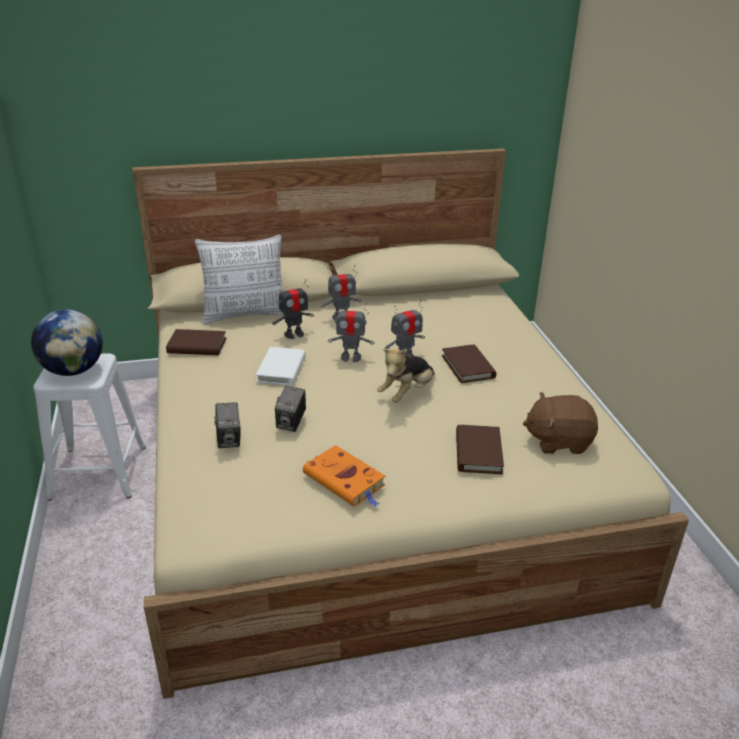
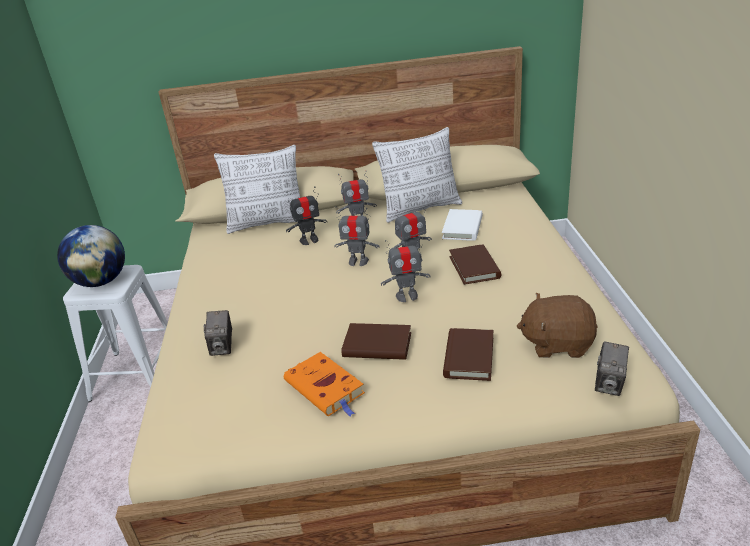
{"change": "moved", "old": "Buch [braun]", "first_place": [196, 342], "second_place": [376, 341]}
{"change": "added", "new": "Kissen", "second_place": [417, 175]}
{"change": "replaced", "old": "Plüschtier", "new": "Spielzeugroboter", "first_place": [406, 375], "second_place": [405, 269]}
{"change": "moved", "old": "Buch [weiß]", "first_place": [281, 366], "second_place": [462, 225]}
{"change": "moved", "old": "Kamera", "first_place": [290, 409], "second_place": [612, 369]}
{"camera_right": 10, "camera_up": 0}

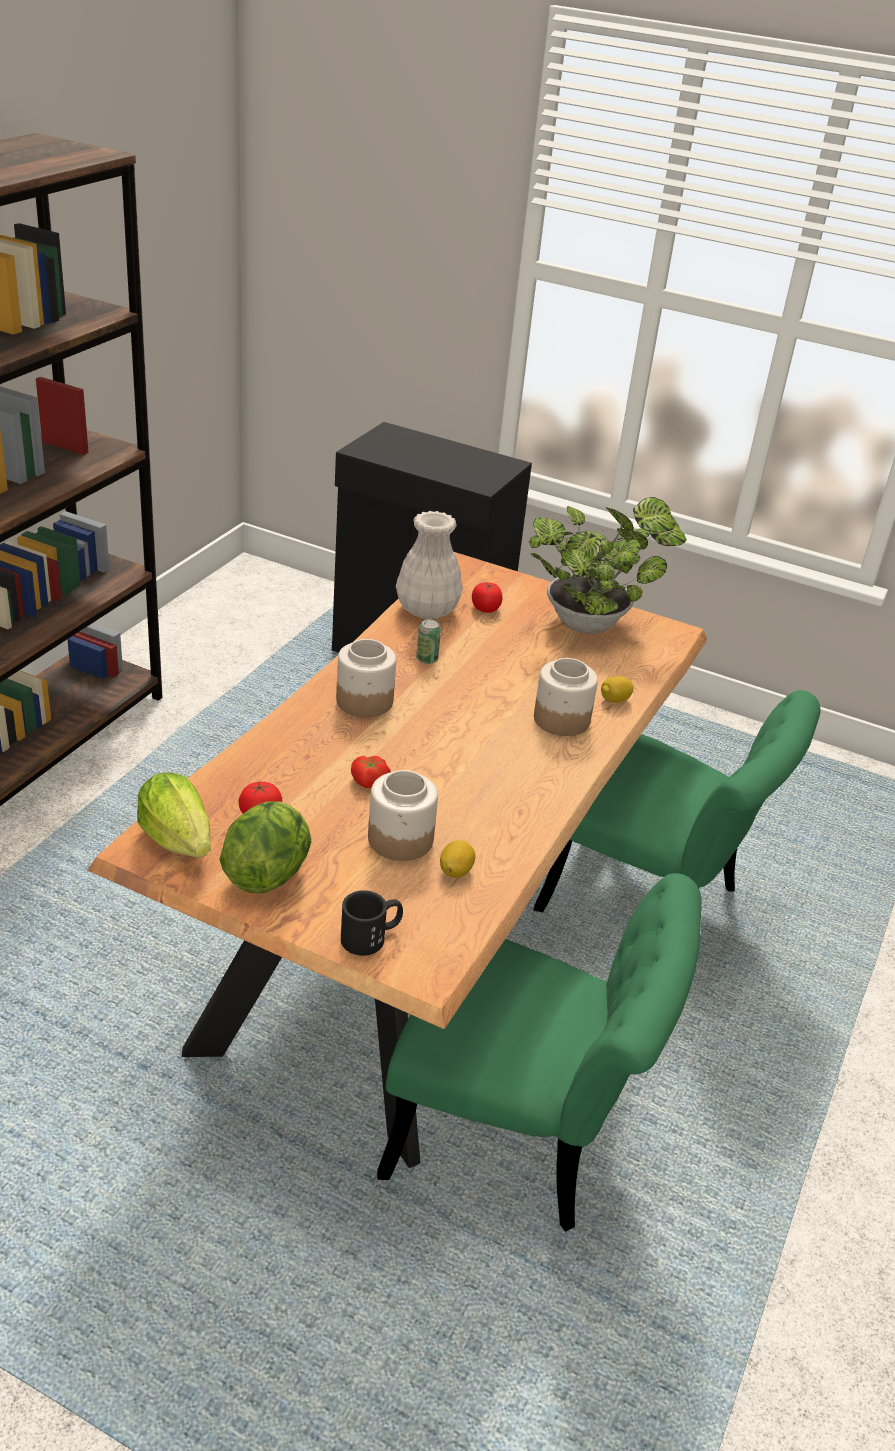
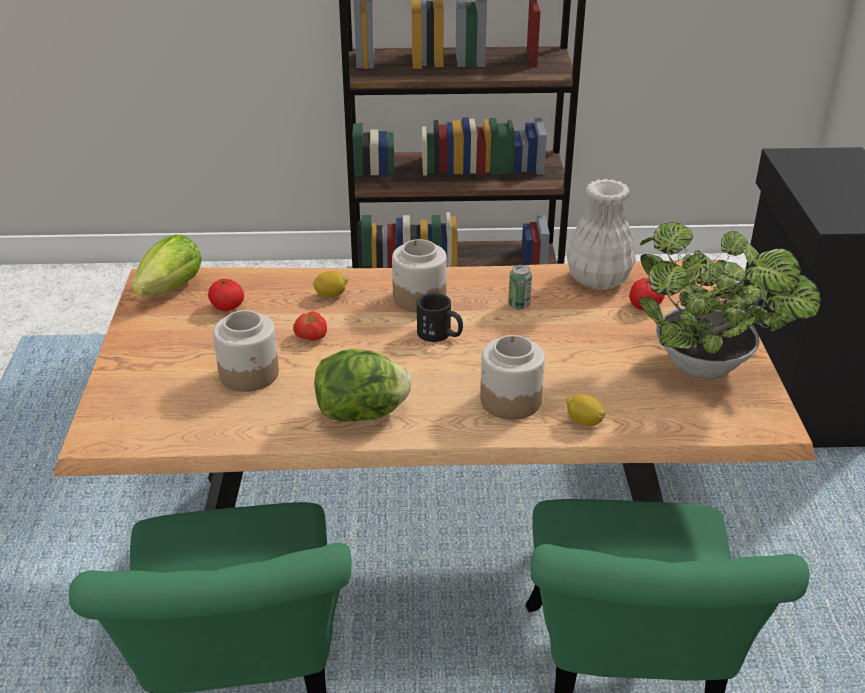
{"change": "moved", "old": "Zitrone", "first_place": [457, 859], "second_place": [330, 284]}
{"change": "moved", "old": "Salatkopf", "first_place": [265, 847], "second_place": [362, 385]}
{"change": "moved", "old": "Henkelbecher [schwarz]", "first_place": [372, 923], "second_place": [440, 317]}
{"camera_right": 65, "camera_up": 0}

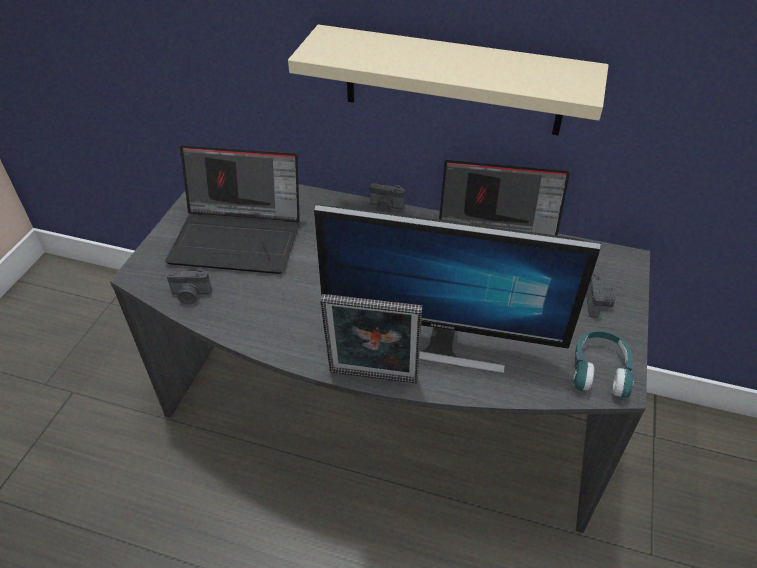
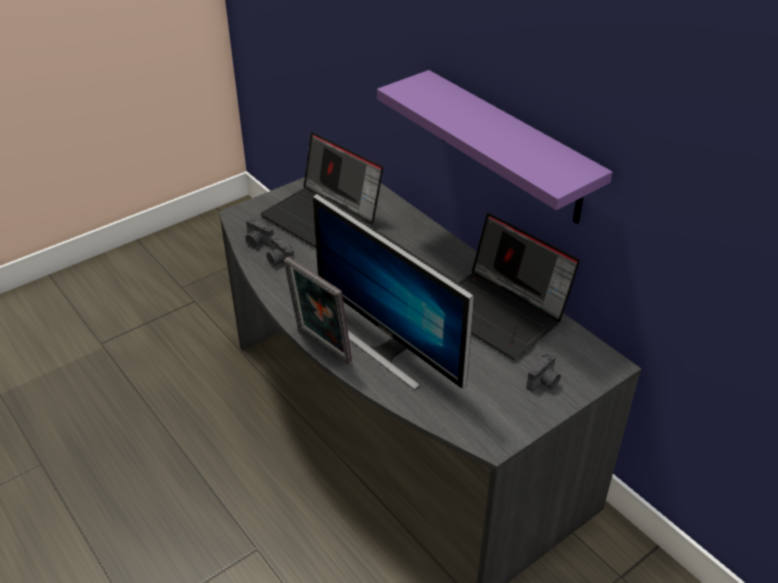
{"change": "moved", "old": "Kamera", "first_place": [387, 198], "second_place": [280, 250]}
{"change": "recoloured", "old": "Wandregal [beige]", "new": "Wandregal [lila]", "first_place": [448, 79], "second_place": [495, 147]}
{"change": "removed", "old": "Kopfhörer [türkis]", "first_place": [603, 365]}
{"camera_right": 35, "camera_up": -5}

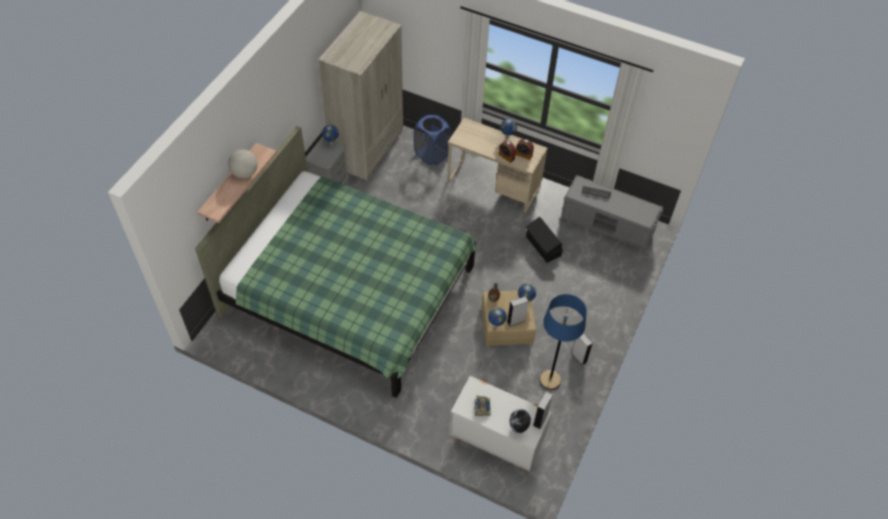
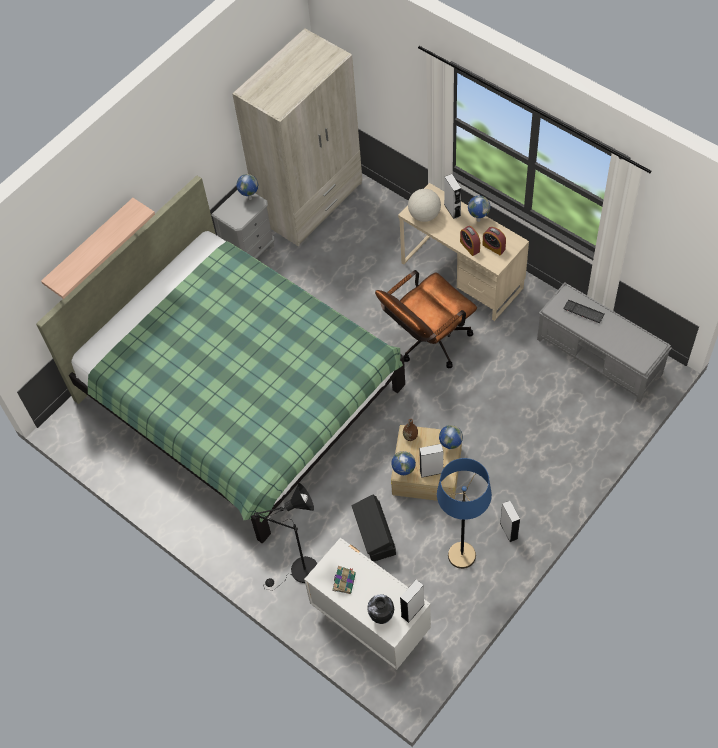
{"change": "added", "new": "Stehlampe [schwarz]", "second_place": [285, 536]}
{"change": "moved", "old": "Aufbewahrungsbox [schwarz]", "first_place": [544, 240], "second_place": [373, 528]}
{"change": "added", "new": "Bürostuhl [braun]", "second_place": [426, 319]}
{"change": "moved", "old": "Globus", "first_place": [243, 163], "second_place": [424, 205]}
{"change": "added", "new": "Lautsprecher [grau]", "second_place": [452, 196]}
{"change": "removed", "old": "Wäschekorb [blau]", "first_place": [432, 139]}
{"camera_right": 20, "camera_up": 5}

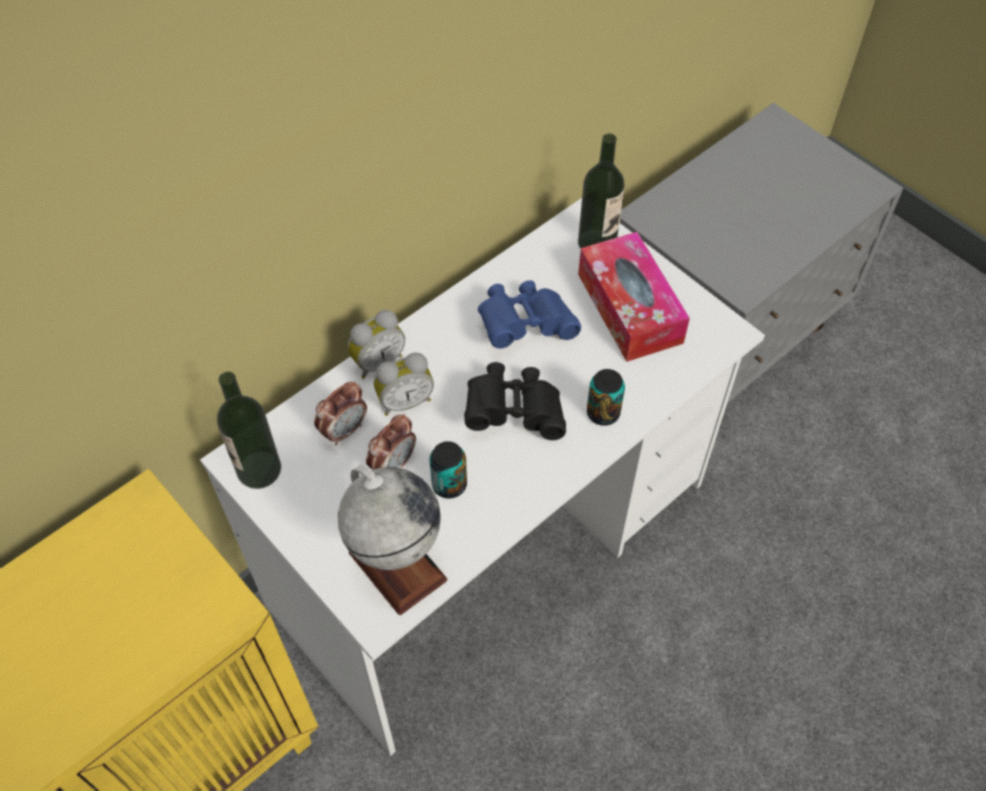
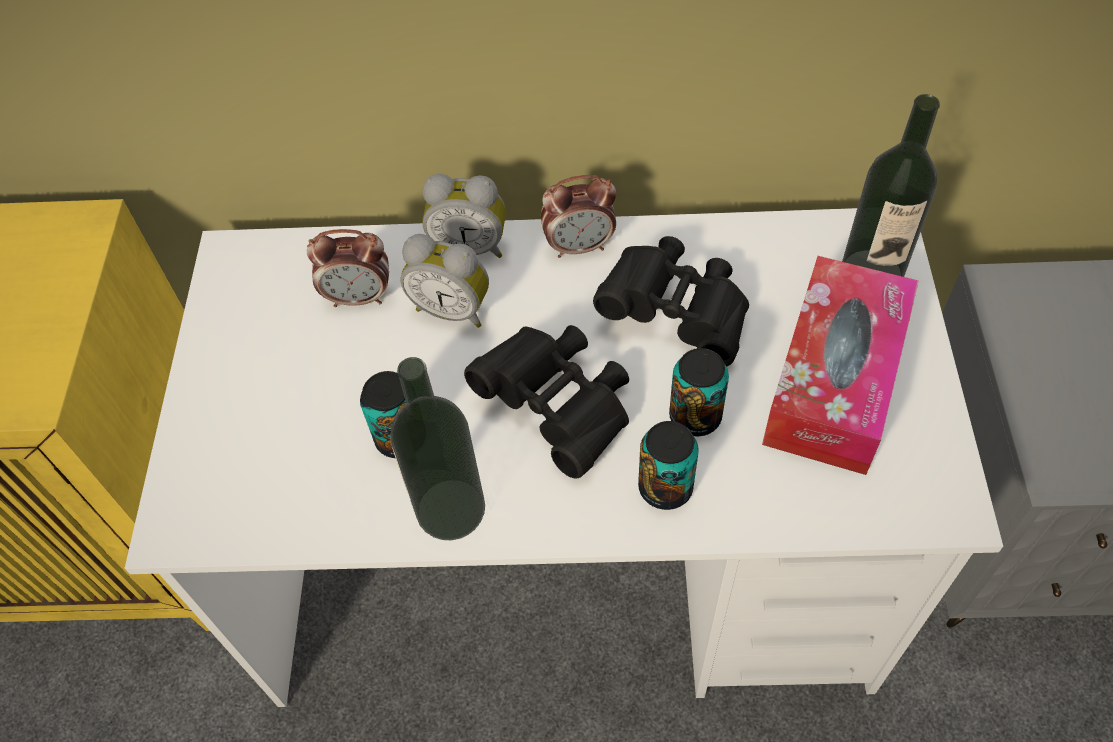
{"change": "moved", "old": "Flasche", "first_place": [249, 430], "second_place": [437, 448]}
{"change": "moved", "old": "Wecker", "first_place": [391, 442], "second_place": [578, 216]}
{"change": "recoloured", "old": "Fernglas [blau]", "new": "Fernglas [schwarz]", "first_place": [529, 314], "second_place": [671, 301]}
{"change": "added", "new": "Dose", "second_place": [699, 392]}
{"change": "removed", "old": "Globus", "first_place": [393, 540]}
{"camera_right": 45, "camera_up": 0}

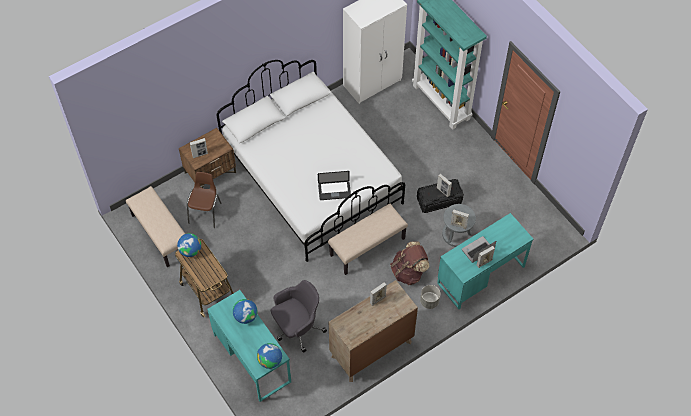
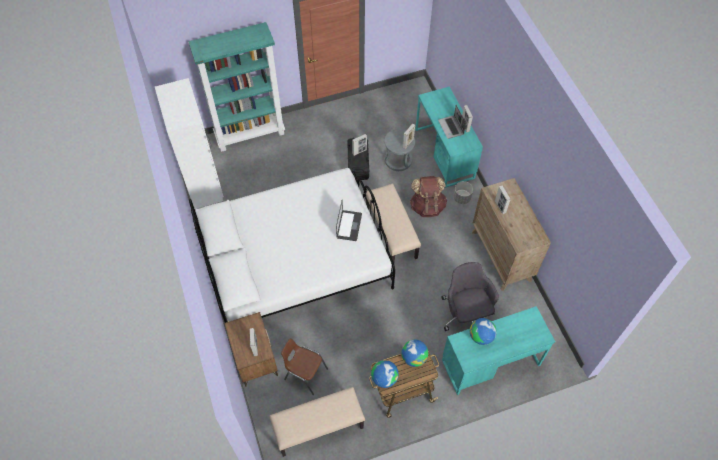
{"change": "moved", "old": "Globus", "first_place": [269, 356], "second_place": [414, 353]}
{"camera_right": -75, "camera_up": 0}

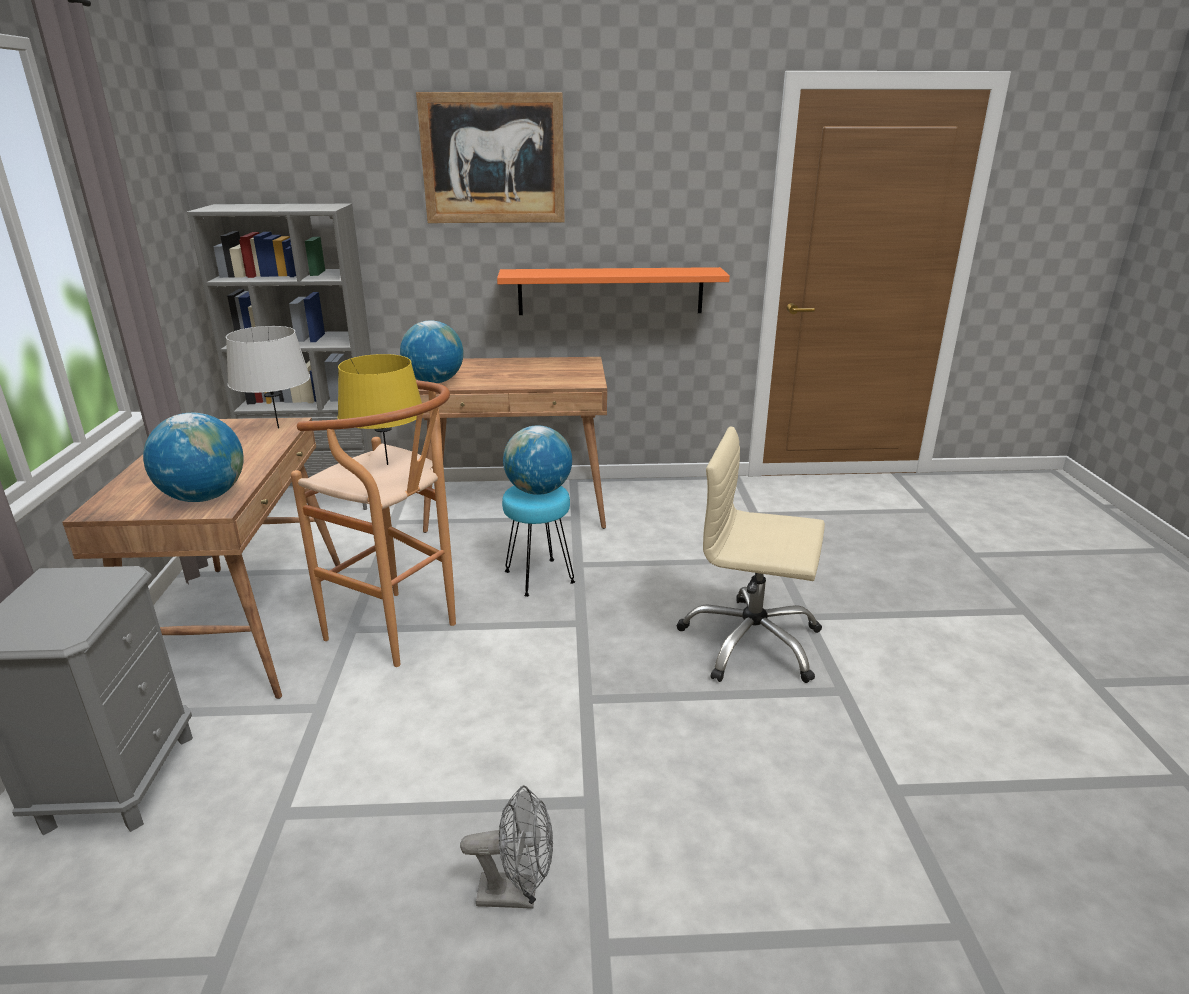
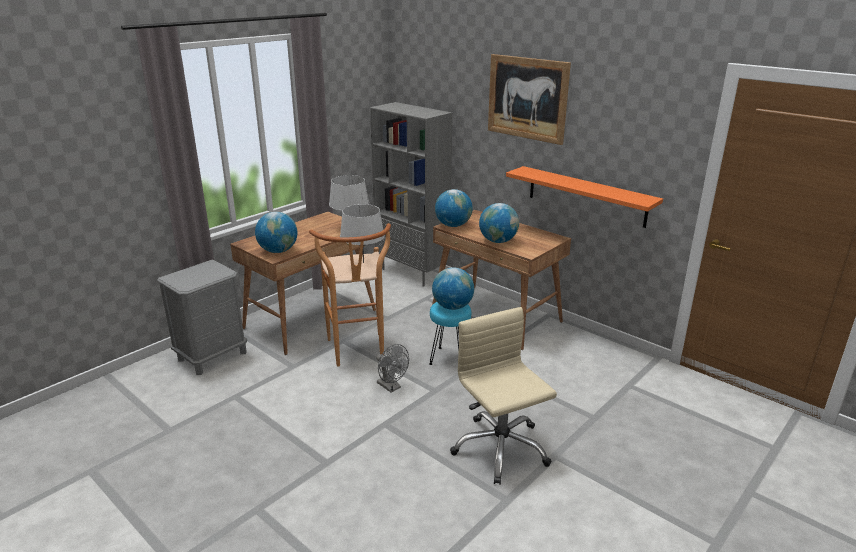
{"change": "recoloured", "old": "Tischlampe [gelb]", "new": "Tischlampe [grau]", "first_place": [380, 409], "second_place": [362, 233]}
{"change": "moved", "old": "Ventilator [grau]", "first_place": [506, 847], "second_place": [392, 368]}
{"change": "added", "new": "Globus", "second_place": [499, 223]}
{"camera_right": 45, "camera_up": 0}

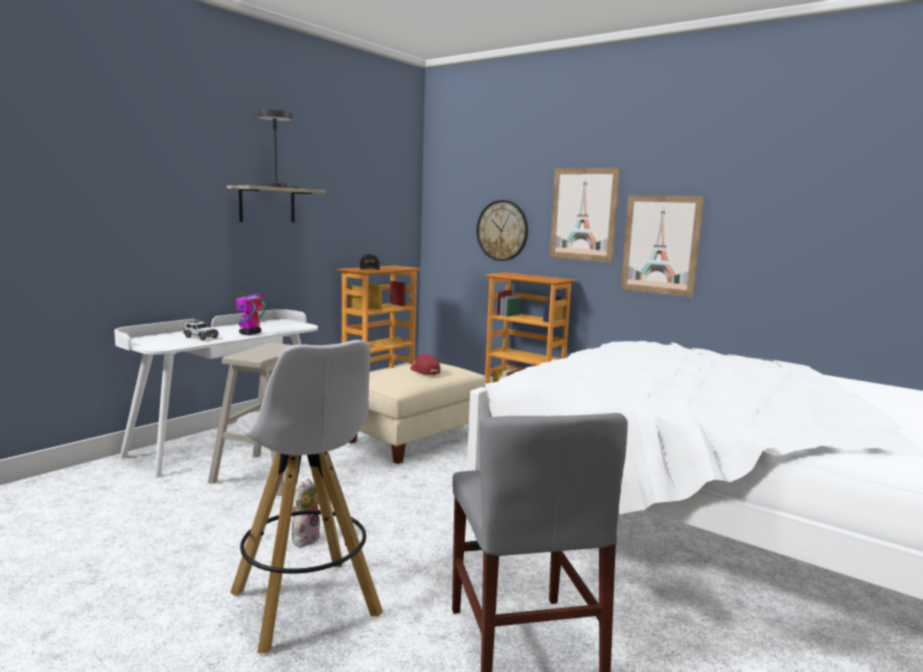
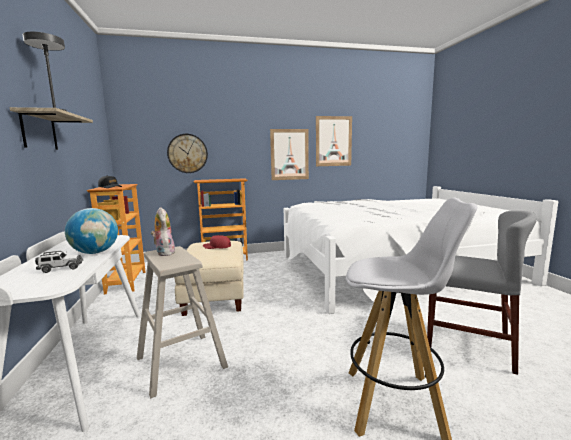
{"change": "replaced", "old": "Spielzeugroboter", "new": "Globus", "first_place": [250, 309], "second_place": [91, 231]}
{"change": "moved", "old": "Plüschtier", "first_place": [306, 513], "second_place": [163, 231]}
{"change": "moved", "old": "Bild", "first_place": [584, 215], "second_place": [334, 141]}
{"camera_right": -50, "camera_up": 0}

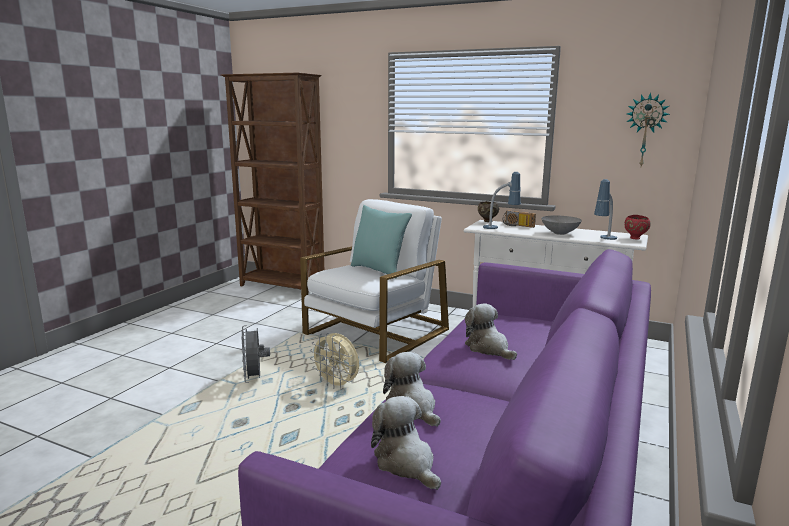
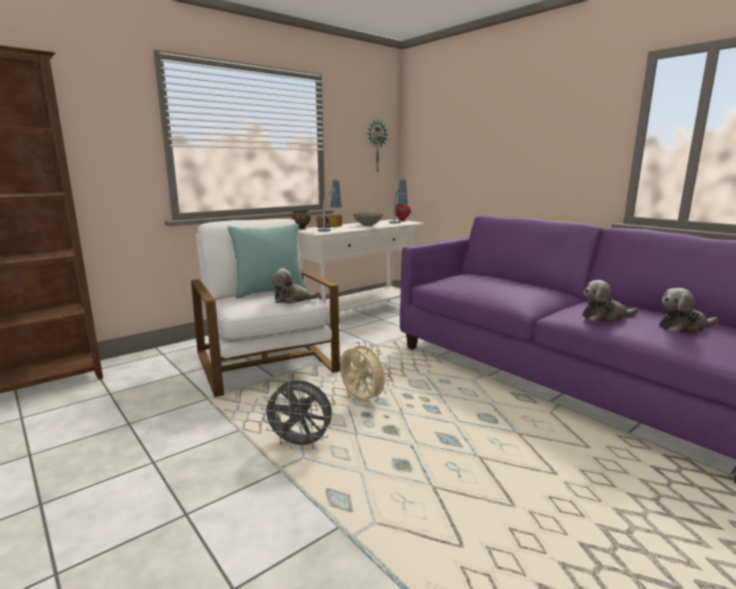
{"change": "moved", "old": "Plüschtier", "first_place": [491, 331], "second_place": [295, 286]}
{"change": "turned", "old": "Ventilator [beige]", "first_place": [334, 361], "second_place": [364, 371], "degrees": -105}
{"camera_right": -65, "camera_up": 0}

